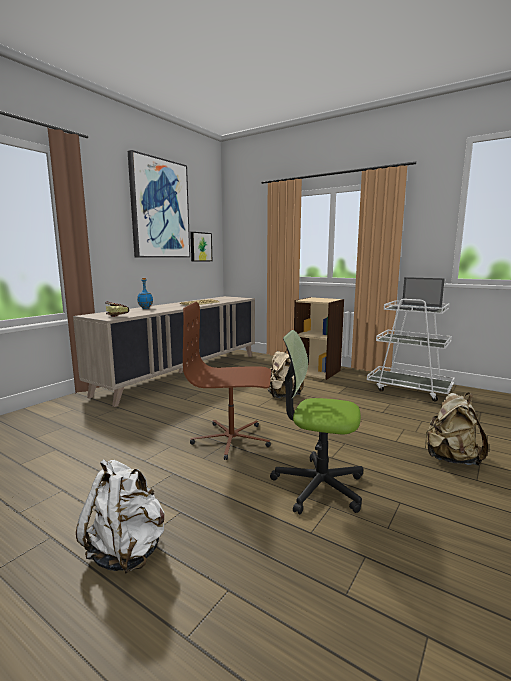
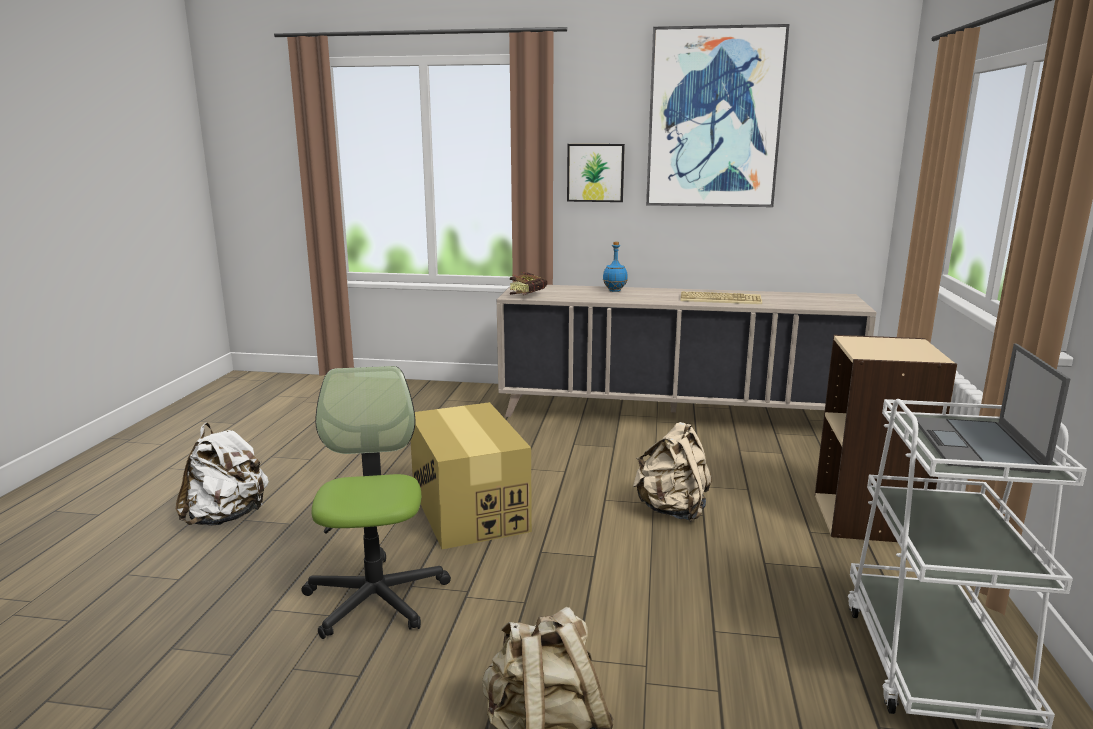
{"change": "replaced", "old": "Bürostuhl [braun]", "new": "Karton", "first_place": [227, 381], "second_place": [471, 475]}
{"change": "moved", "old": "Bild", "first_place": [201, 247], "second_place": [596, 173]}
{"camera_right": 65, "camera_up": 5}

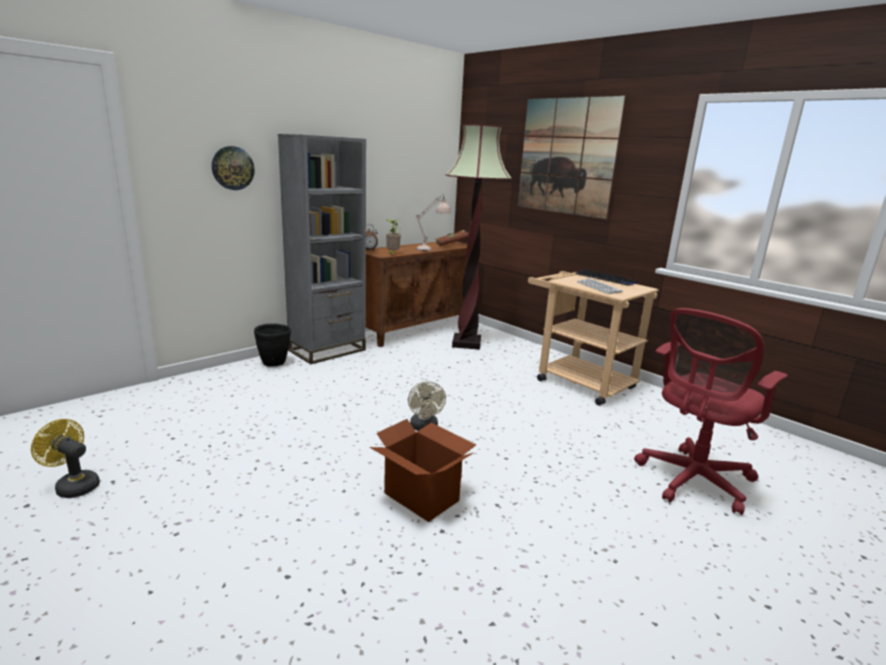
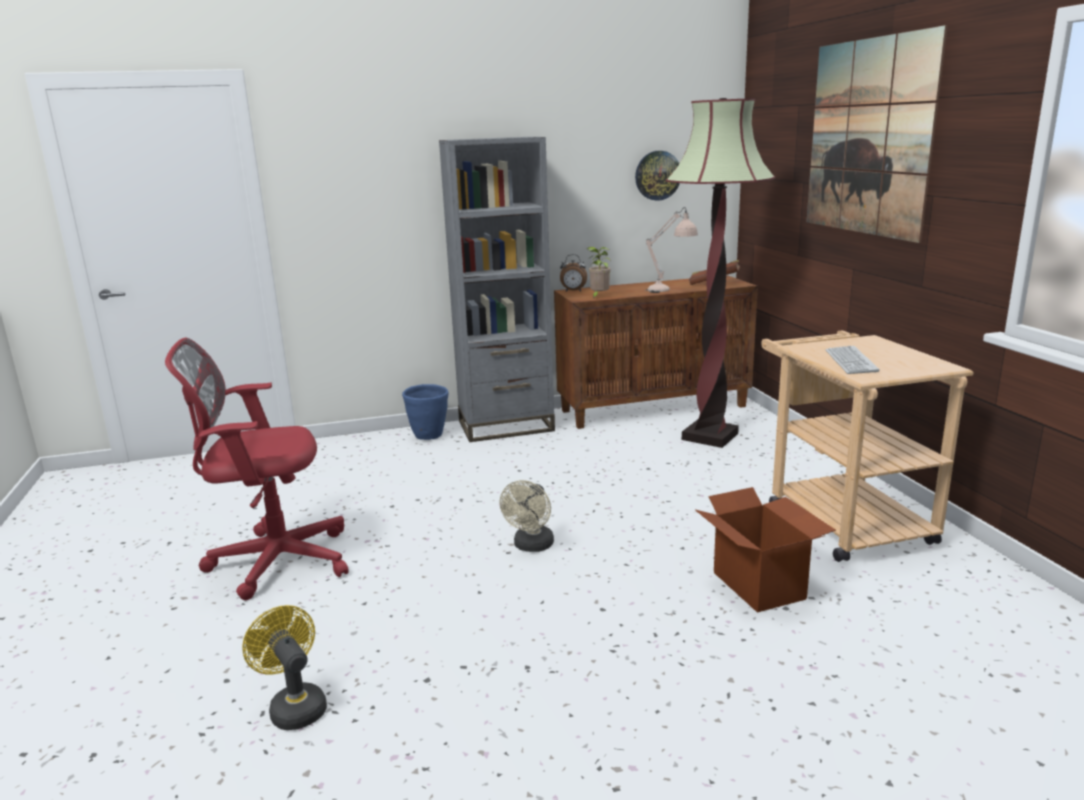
{"change": "moved", "old": "Bürostuhl [rot]", "first_place": [710, 411], "second_place": [257, 468]}
{"change": "moved", "old": "Ventilator [gelb]", "first_place": [65, 458], "second_place": [284, 667]}
{"change": "recoloured", "old": "Pflanzkübel [schwarz]", "new": "Pflanzkübel [blau]", "first_place": [272, 345], "second_place": [425, 412]}
{"change": "moved", "old": "Wanduhr", "first_place": [233, 168], "second_place": [657, 176]}
{"change": "moved", "old": "Karton", "first_place": [423, 470], "second_place": [765, 550]}
{"change": "removed", "old": "Tastatur", "first_place": [606, 277]}
{"camera_right": 30, "camera_up": 0}

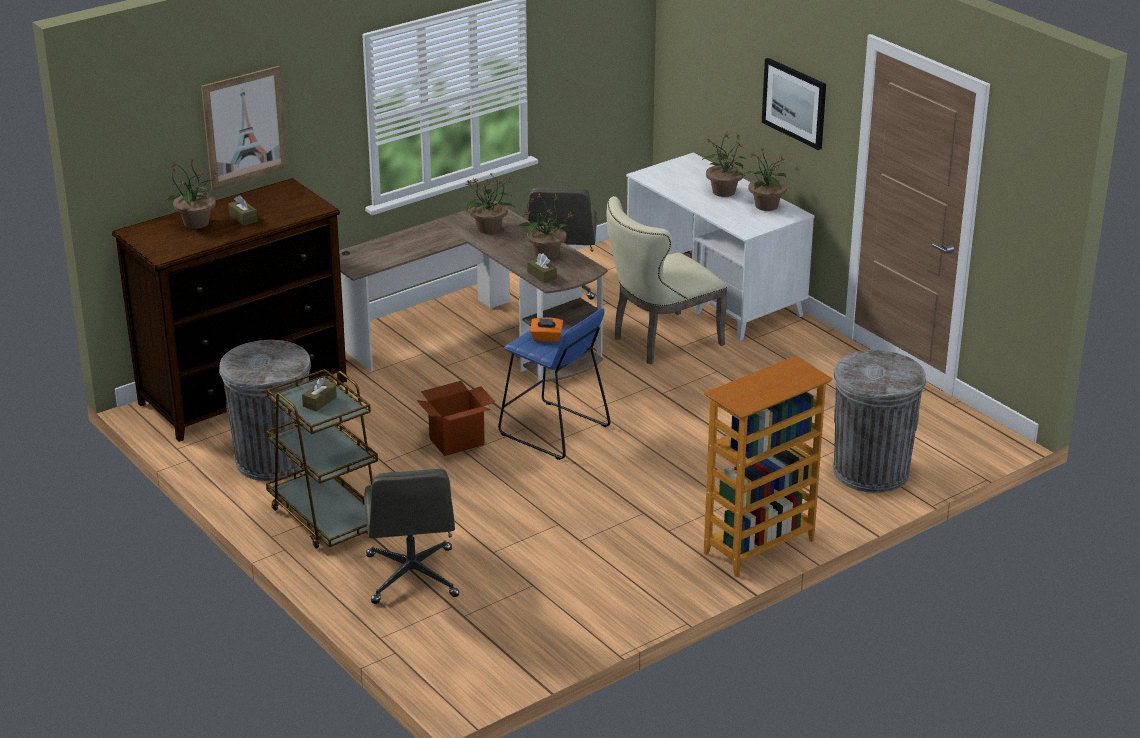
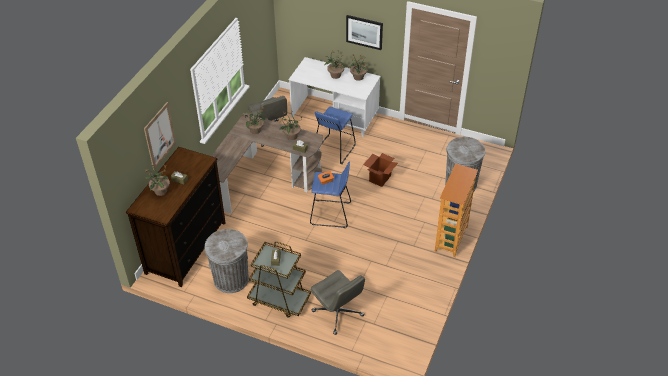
{"change": "replaced", "old": "Stuhl [beige]", "new": "Hocker [blau]", "first_place": [667, 280], "second_place": [335, 135]}
{"change": "moved", "old": "Karton", "first_place": [456, 418], "second_place": [380, 170]}
{"camera_right": -30, "camera_up": 15}

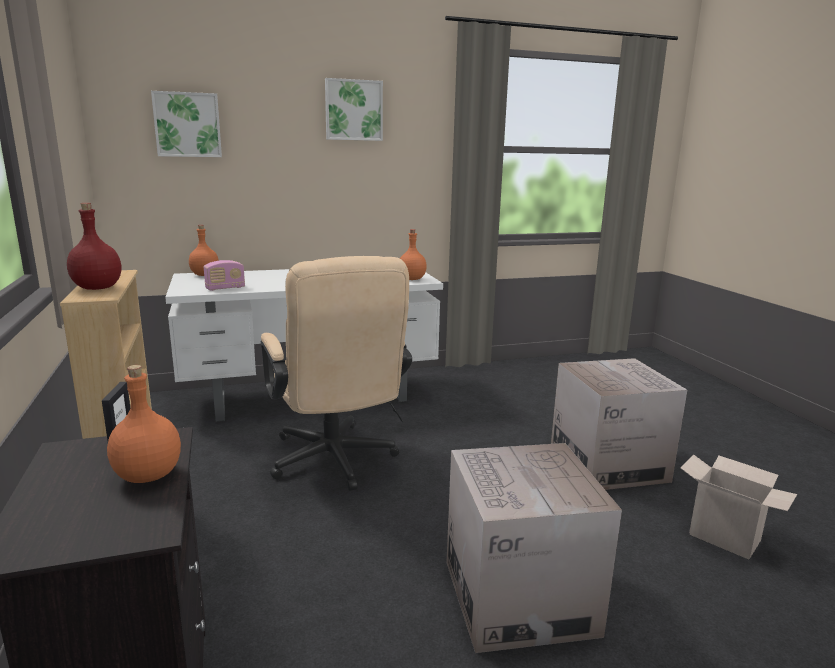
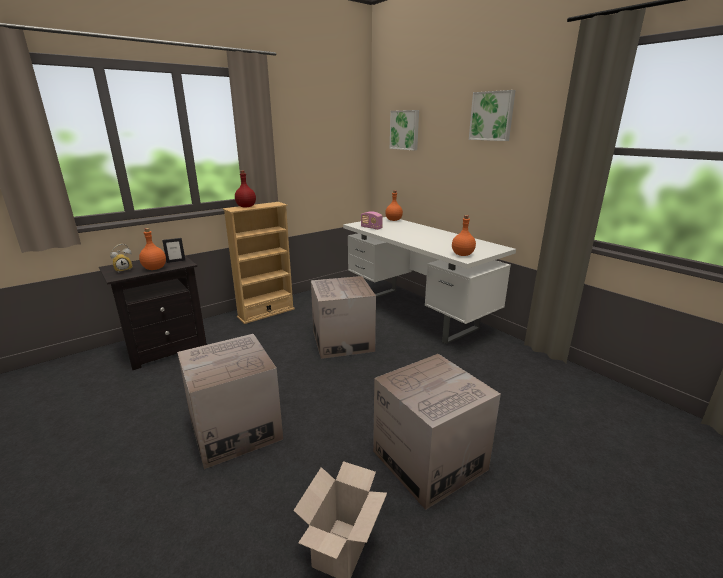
{"change": "added", "new": "Wecker", "second_place": [121, 258]}
{"change": "replaced", "old": "Bürostuhl [beige]", "new": "Karton", "first_place": [336, 373], "second_place": [343, 317]}
{"camera_right": 70, "camera_up": 5}

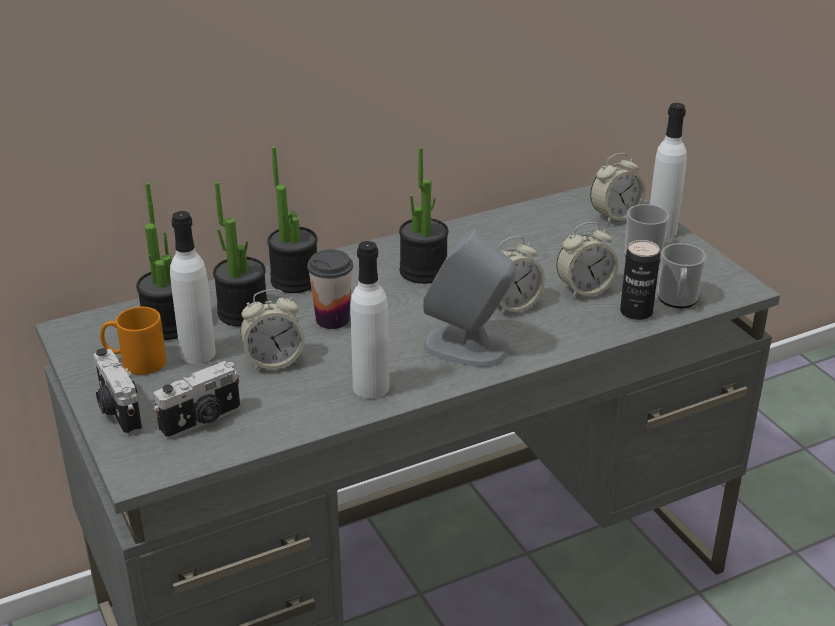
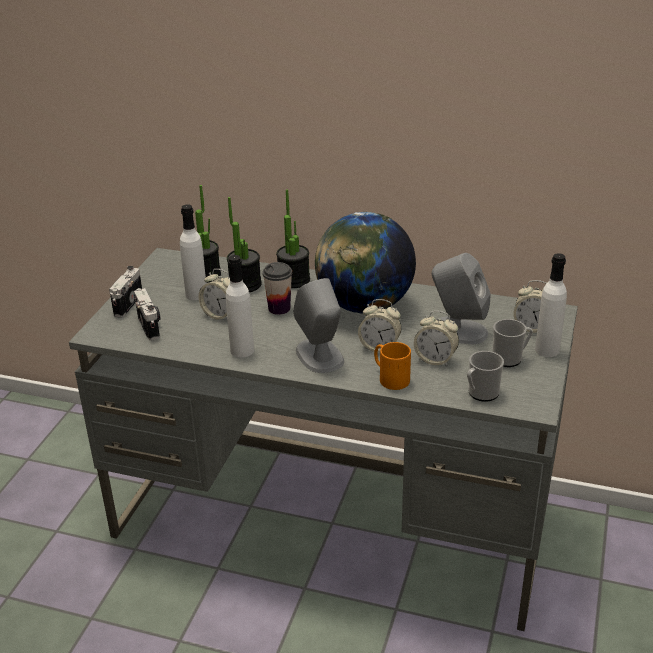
{"change": "turned", "old": "Kamera", "first_place": [197, 400], "second_place": [147, 314], "degrees": -120}
{"change": "replaced", "old": "Topfpflanze", "new": "Globus", "first_place": [423, 215], "second_place": [365, 262]}
{"change": "moved", "old": "Henkelbecher [orange]", "first_place": [133, 341], "second_place": [392, 366]}
{"change": "added", "new": "Lautsprecher [grau]", "second_place": [461, 298]}
{"change": "removed", "old": "Dose", "first_place": [640, 280]}
{"camera_right": 45, "camera_up": 0}

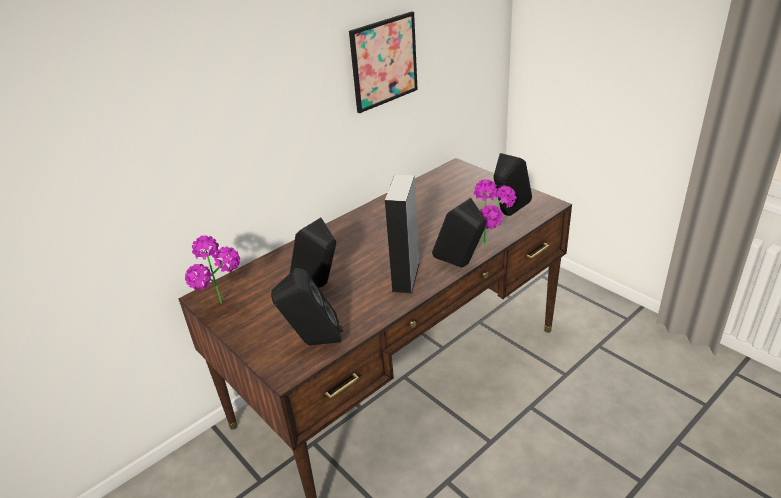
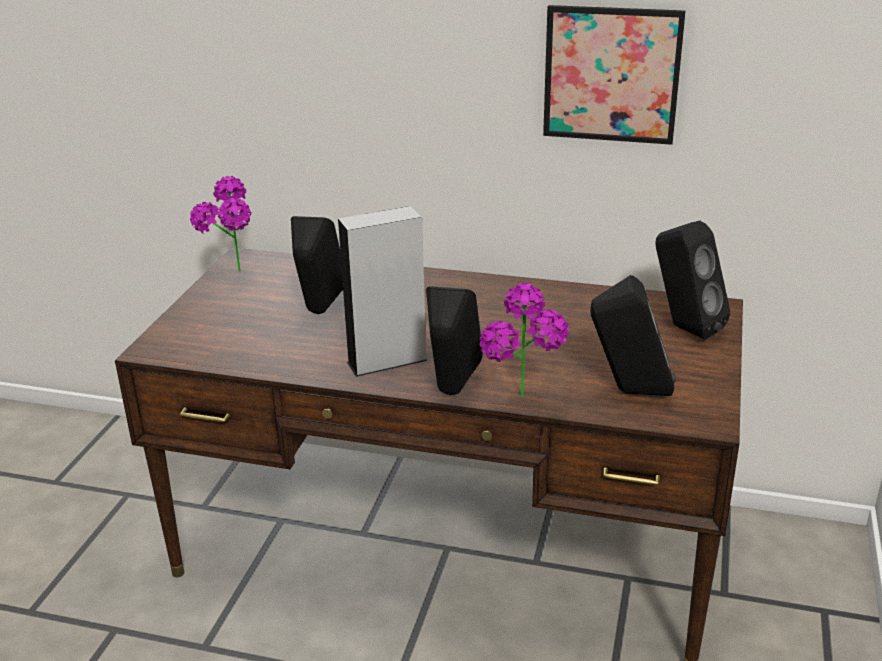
{"change": "moved", "old": "Lautsprecher [schwarz]", "first_place": [307, 307], "second_place": [692, 280]}
{"camera_right": 55, "camera_up": -5}

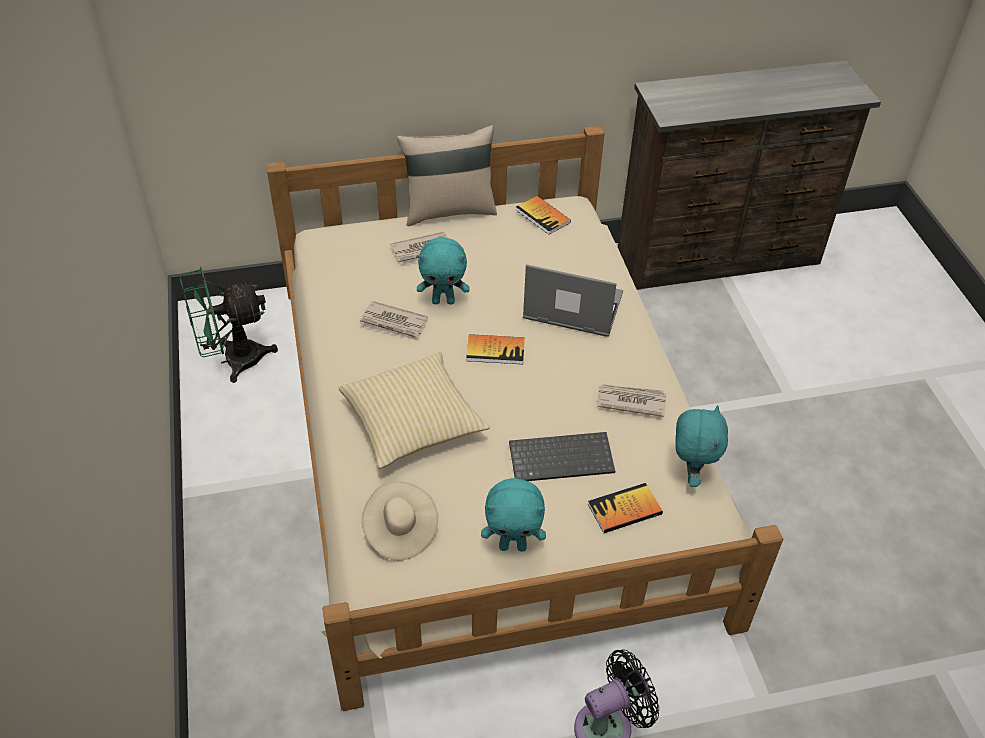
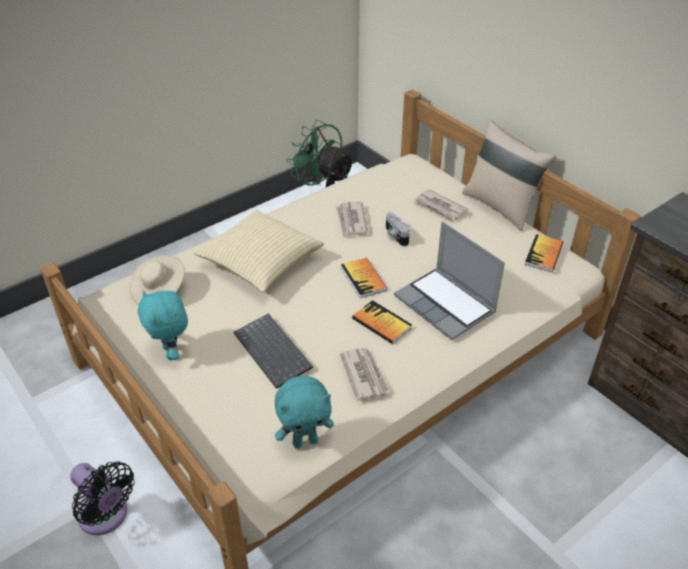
{"change": "moved", "old": "Buch", "first_place": [625, 508], "second_place": [382, 322]}
{"change": "replaced", "old": "Plüschtier [türkis]", "new": "Kamera", "first_place": [443, 271], "second_place": [398, 230]}
{"change": "turned", "old": "Laptop", "first_place": [573, 300], "second_place": [449, 281], "degrees": 150}
{"camera_right": 65, "camera_up": -5}

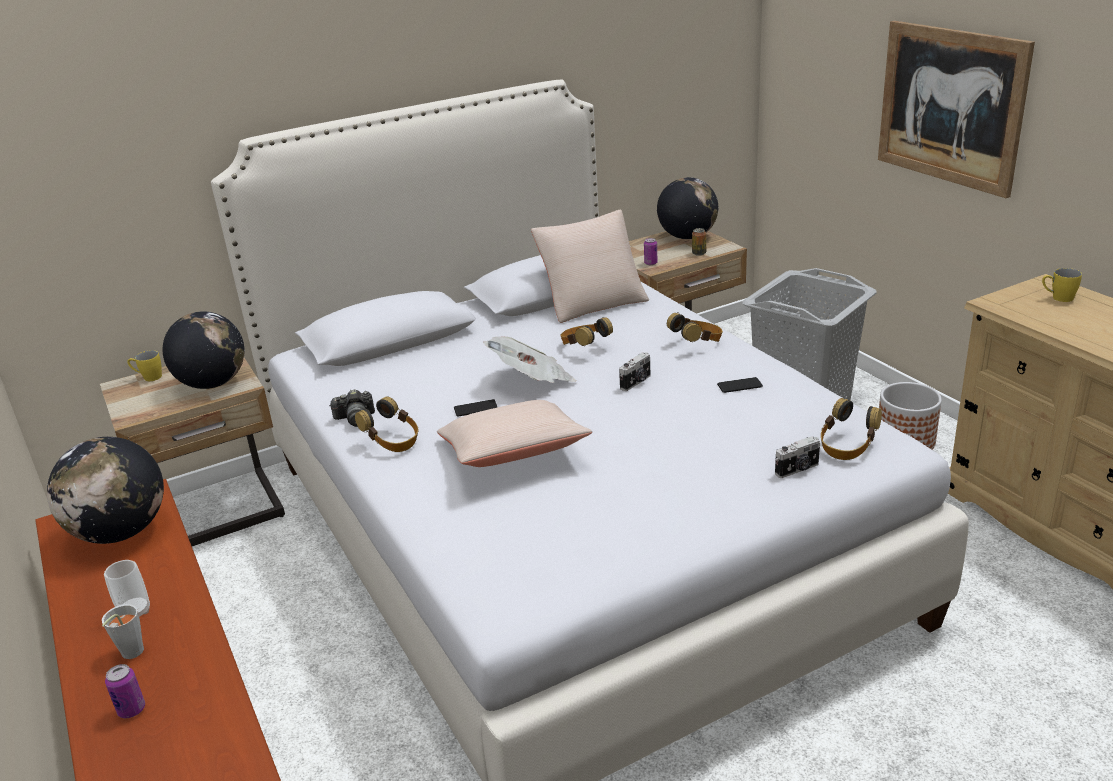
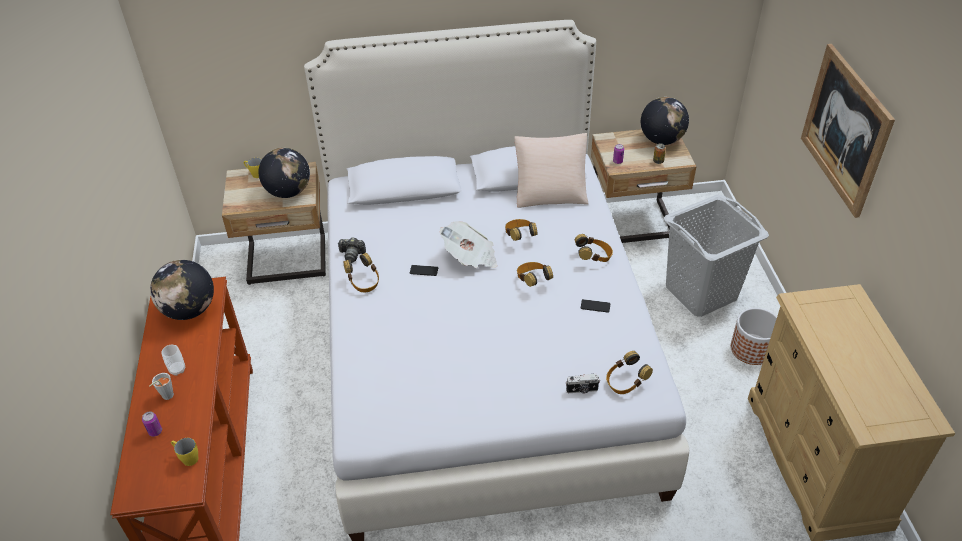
{"change": "moved", "old": "Henkelbecher [gelb]", "first_place": [1062, 285], "second_place": [185, 452]}
{"change": "replaced", "old": "Kamera", "new": "Kopfhörer", "first_place": [635, 371], "second_place": [535, 274]}
{"change": "removed", "old": "Kissen [beige]", "first_place": [514, 433]}
{"camera_right": 20, "camera_up": 15}

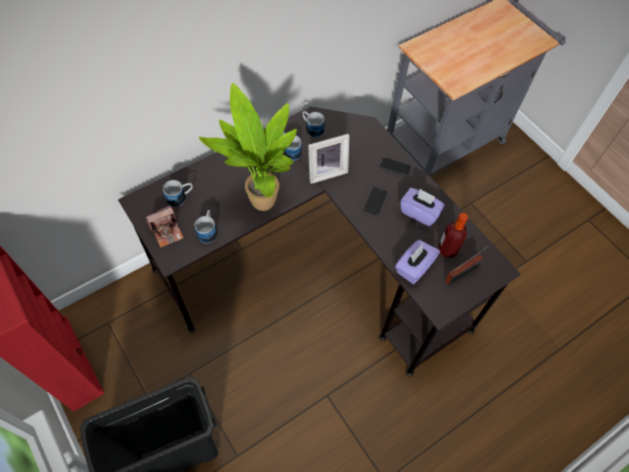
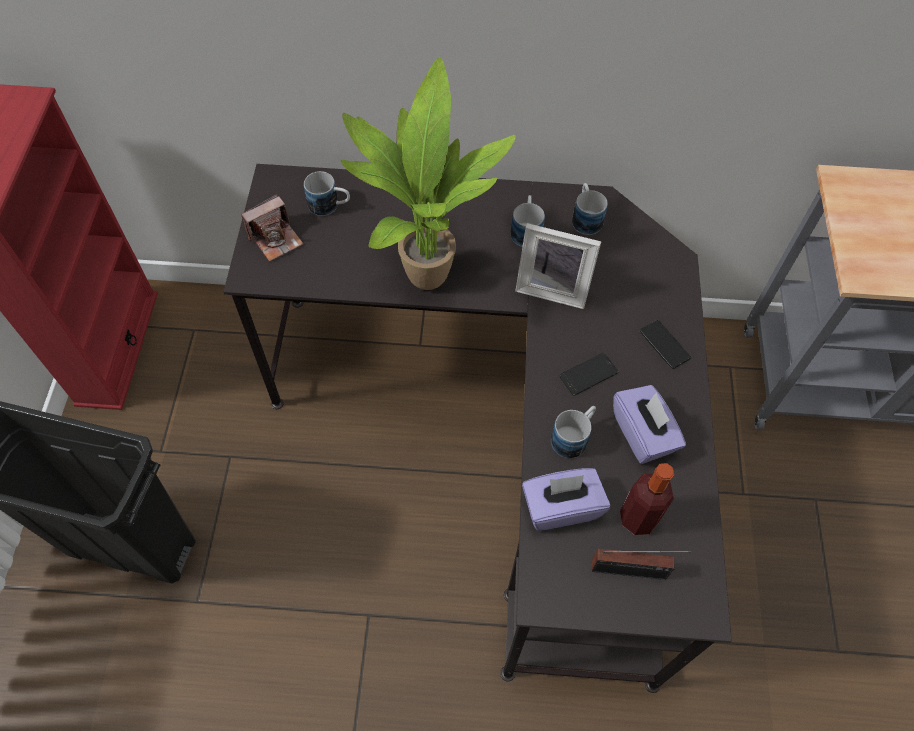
{"change": "turned", "old": "Kamera", "first_place": [165, 227], "second_place": [272, 228], "degrees": -45}
{"change": "moved", "old": "Henkelbecher", "first_place": [206, 226], "second_place": [573, 432]}
{"camera_right": 40, "camera_up": 0}

